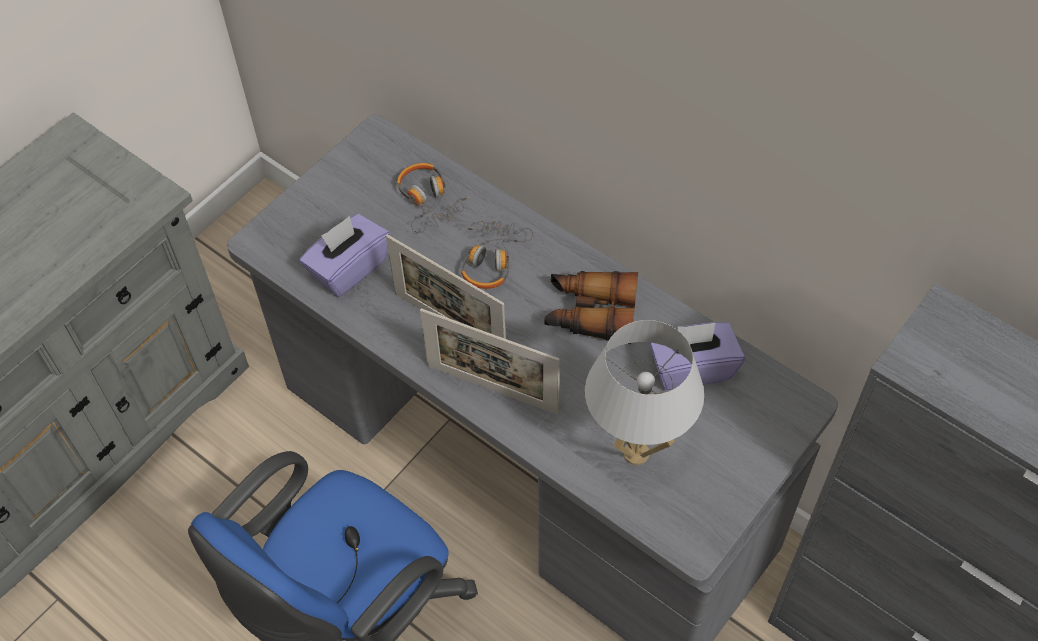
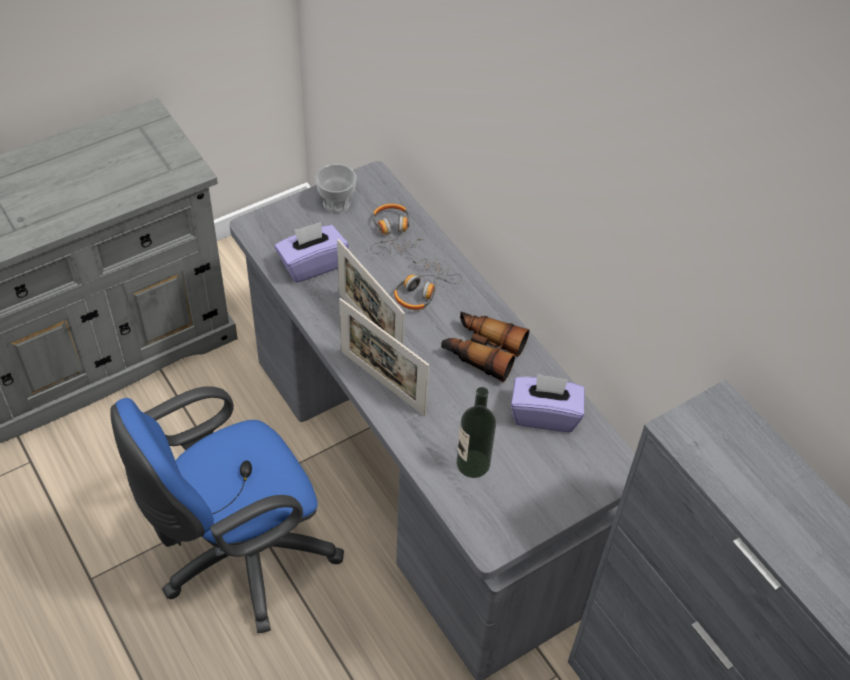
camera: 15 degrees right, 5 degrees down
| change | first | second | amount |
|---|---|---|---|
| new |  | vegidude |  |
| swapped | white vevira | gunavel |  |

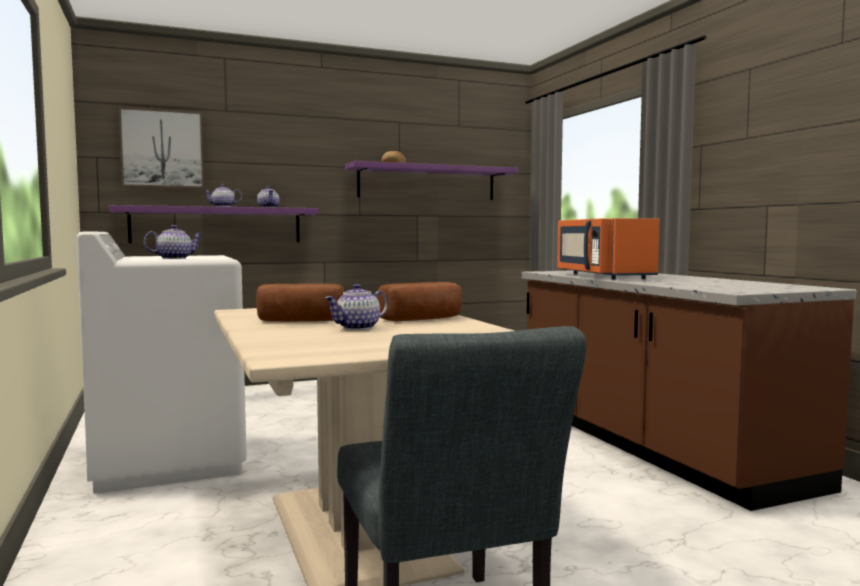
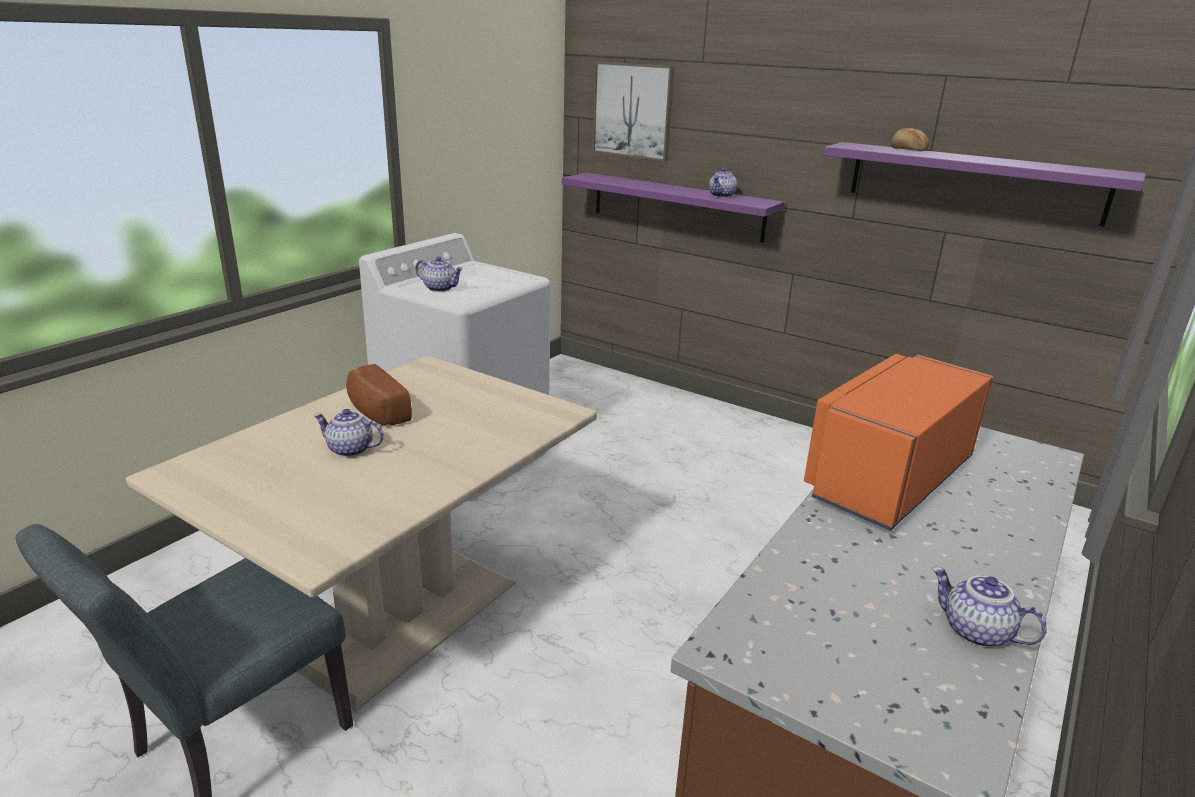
camera: 55 degrees right, 20 degrees up
| change | first | second | amount |
|---|---|---|---|
| gone | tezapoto (no. 3 from left) |  |  |
| shifted | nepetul (no. 2 from left in the first image) | nepetul (no. 4 from left) |  |

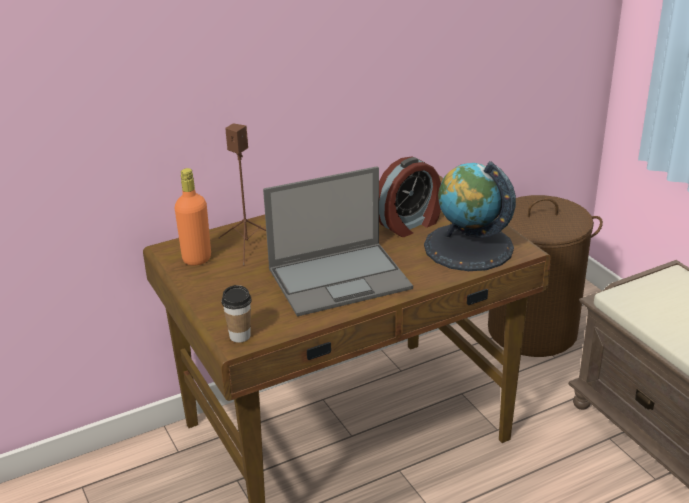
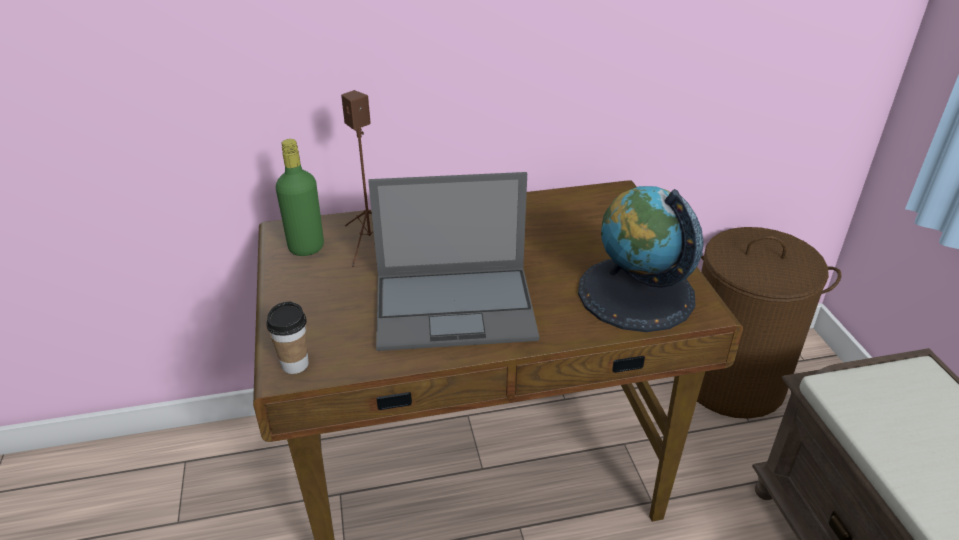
camera: 15 degrees right, 5 degrees up
| change | first | second | amount |
|---|---|---|---|
| gone | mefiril |  |  |
| repainted | orange gunavel | green gunavel |  |

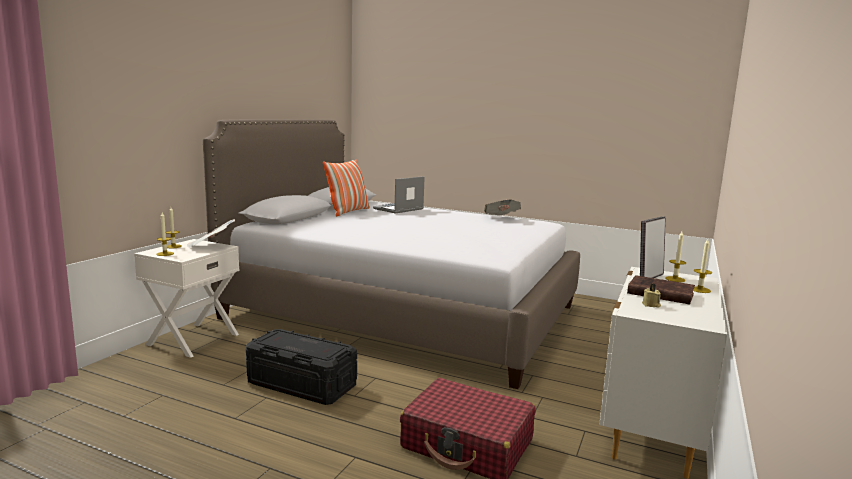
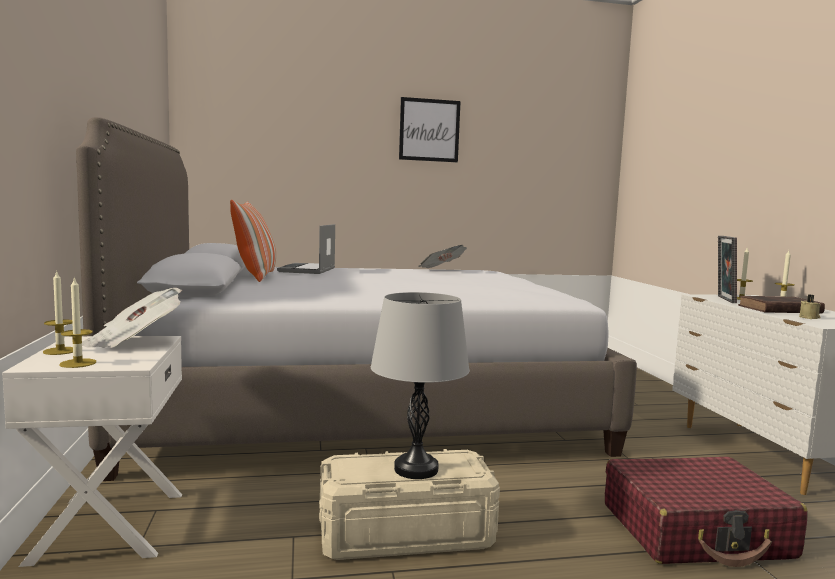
camera: 35 degrees left, 5 degrees down
| change | first | second | amount |
|---|---|---|---|
| new |  | grey vevira |  |
| new |  | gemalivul |  |
| repainted | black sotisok | beige sotisok |  |

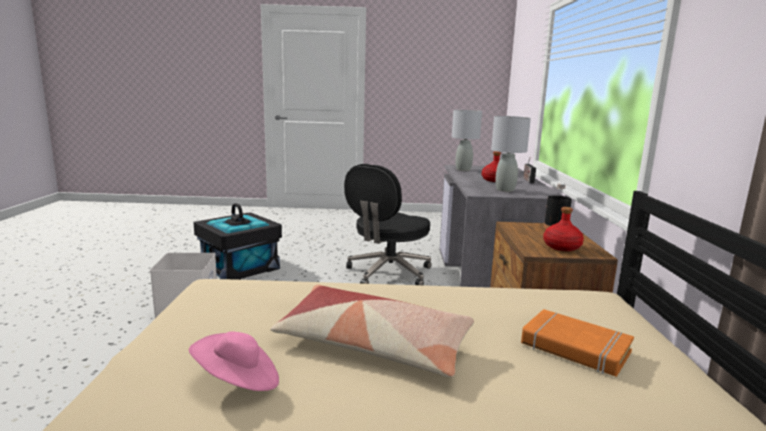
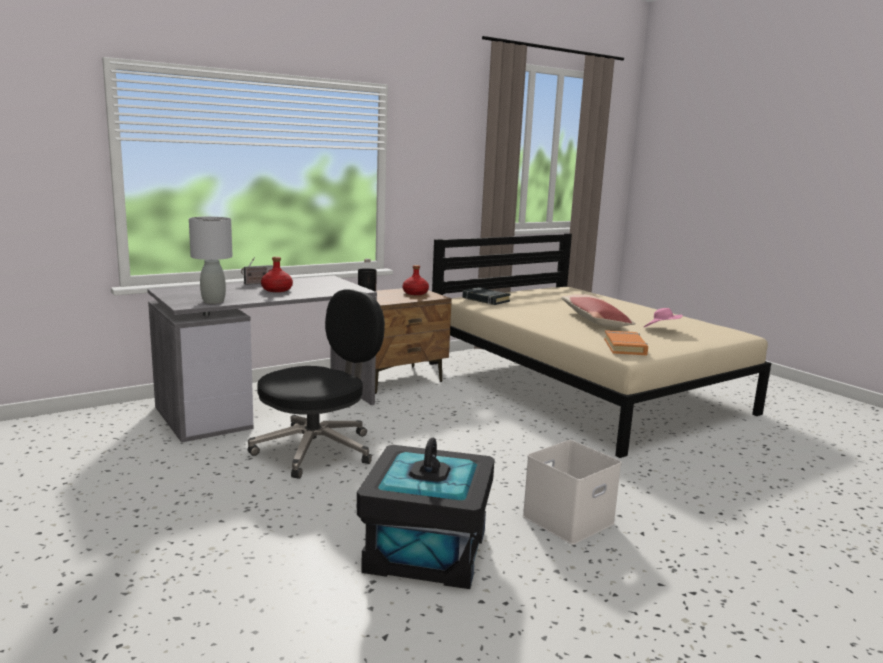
camera: 125 degrees left, 0 degrees up
| change | first | second | amount |
|---|---|---|---|
| gone | grey vevira (no. 2 from left) |  |  |
| new |  | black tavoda |  |
| shifted | orange tavoda |  |  |
| rotated | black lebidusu |  | 45 degrees counterclockwise |

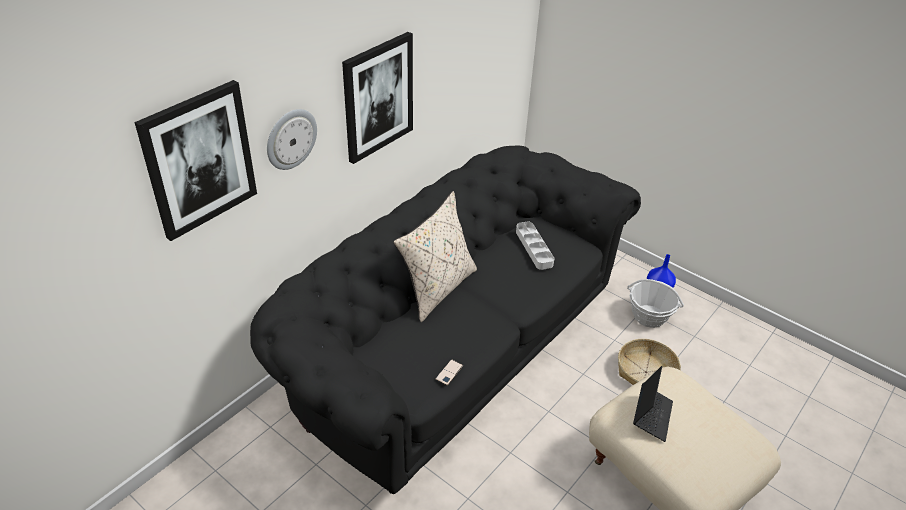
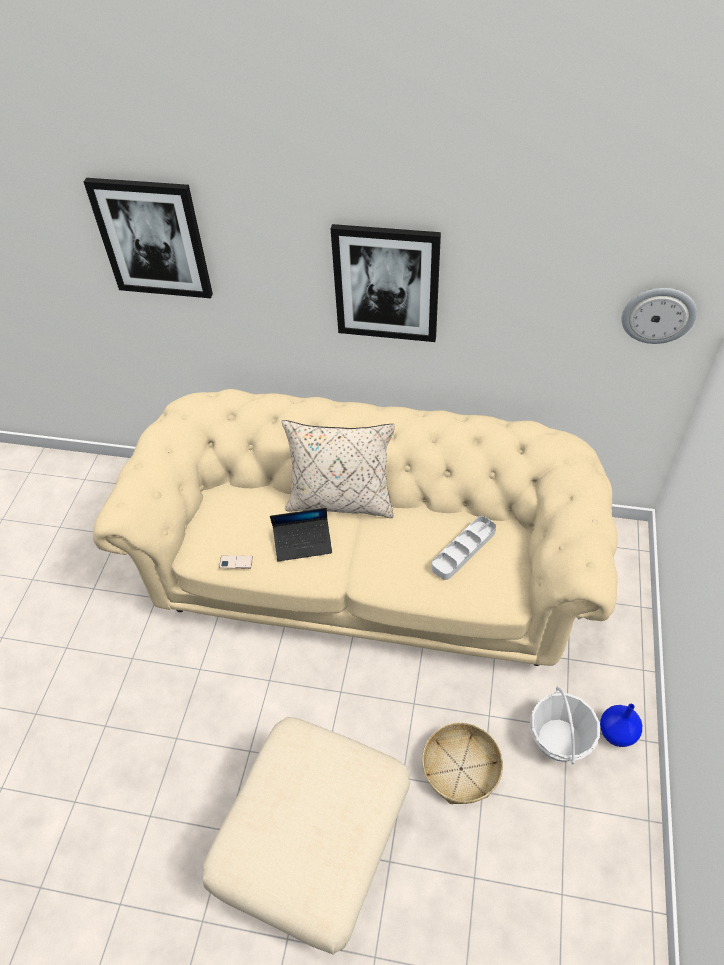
camera: 65 degrees right, 10 degrees up
| change | first | second | amount |
|---|---|---|---|
| shifted | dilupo |  |  |
| shifted | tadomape |  |  |
| repainted | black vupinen | beige vupinen |  |

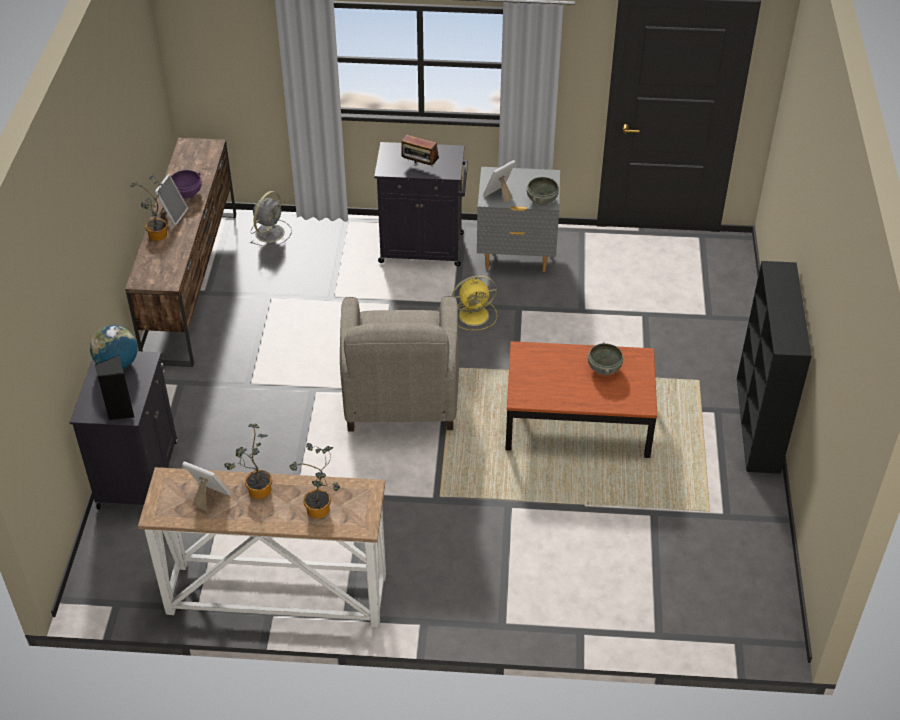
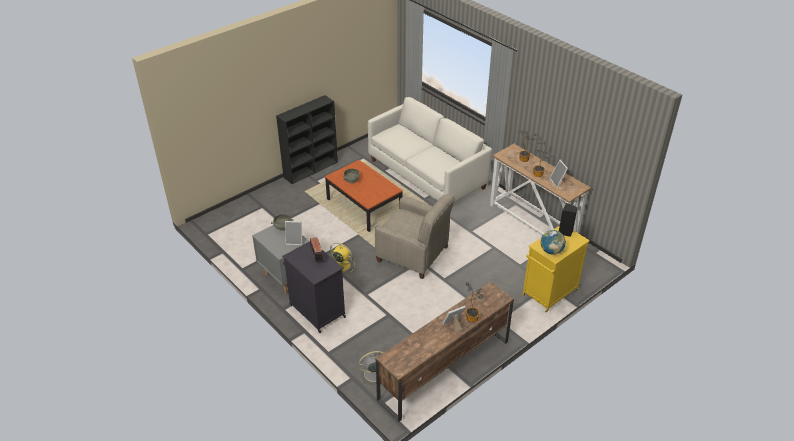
camera: 135 degrees left, 5 degrees down
| change | first | second | amount |
|---|---|---|---|
| gone | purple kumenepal |  |  |
| new |  | white vupinen |  |
| repainted | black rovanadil (no. 1 from left) | yellow rovanadil |  |
| rotated | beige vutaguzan |  | 75 degrees clockwise |

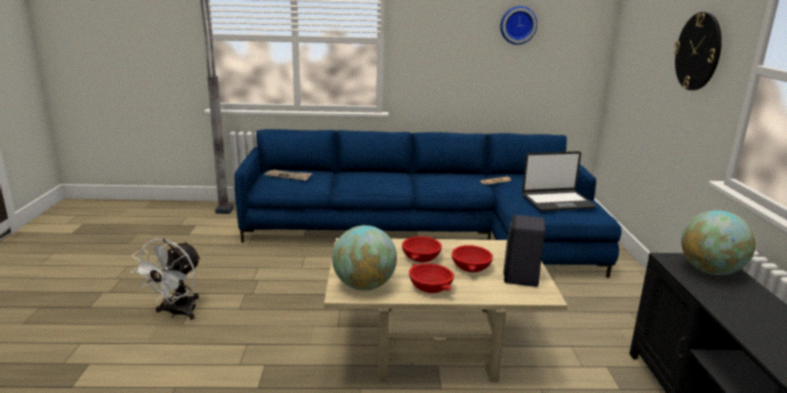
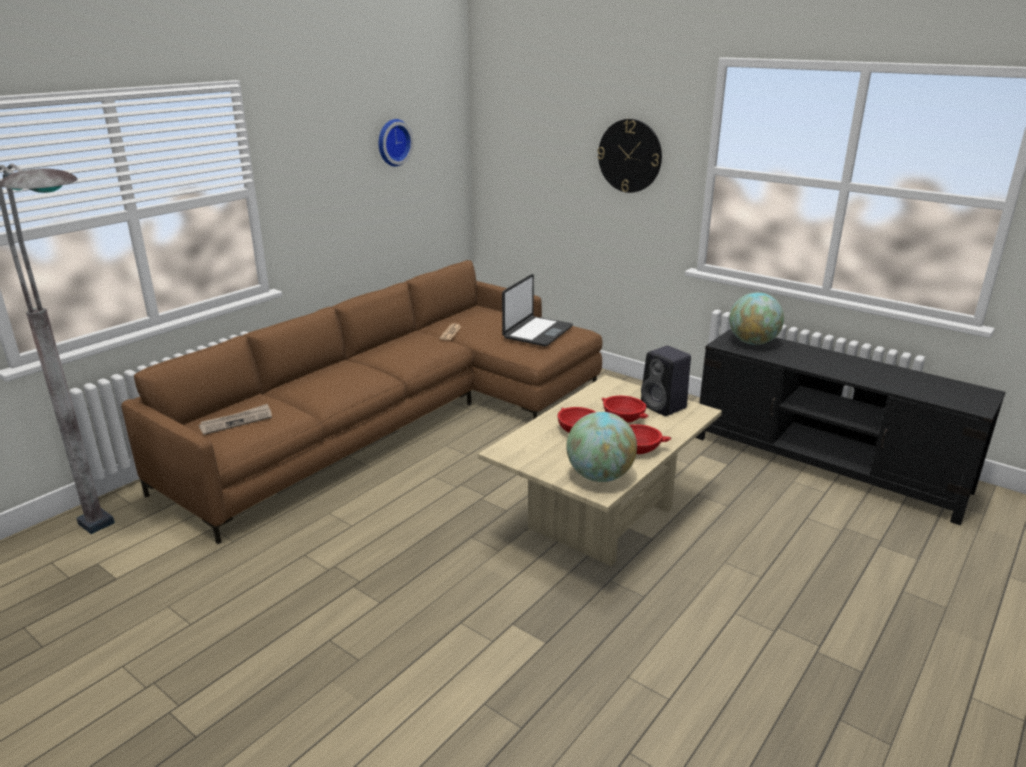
camera: 50 degrees left, 5 degrees up
| change | first | second | amount |
|---|---|---|---|
| gone | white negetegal |  |  |
| repainted | blue vupinen | brown vupinen |  |

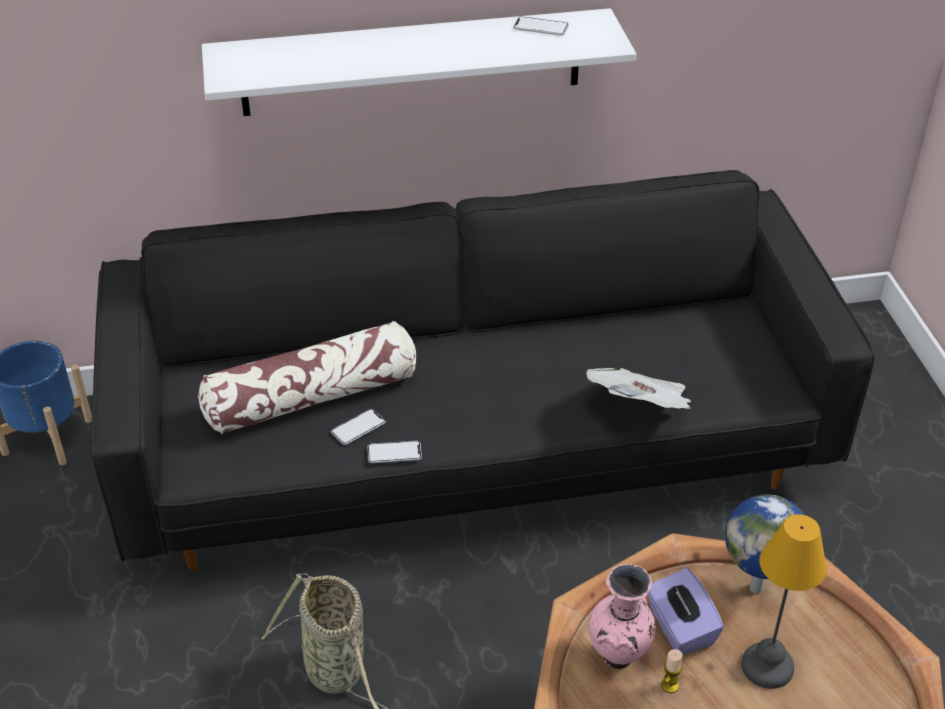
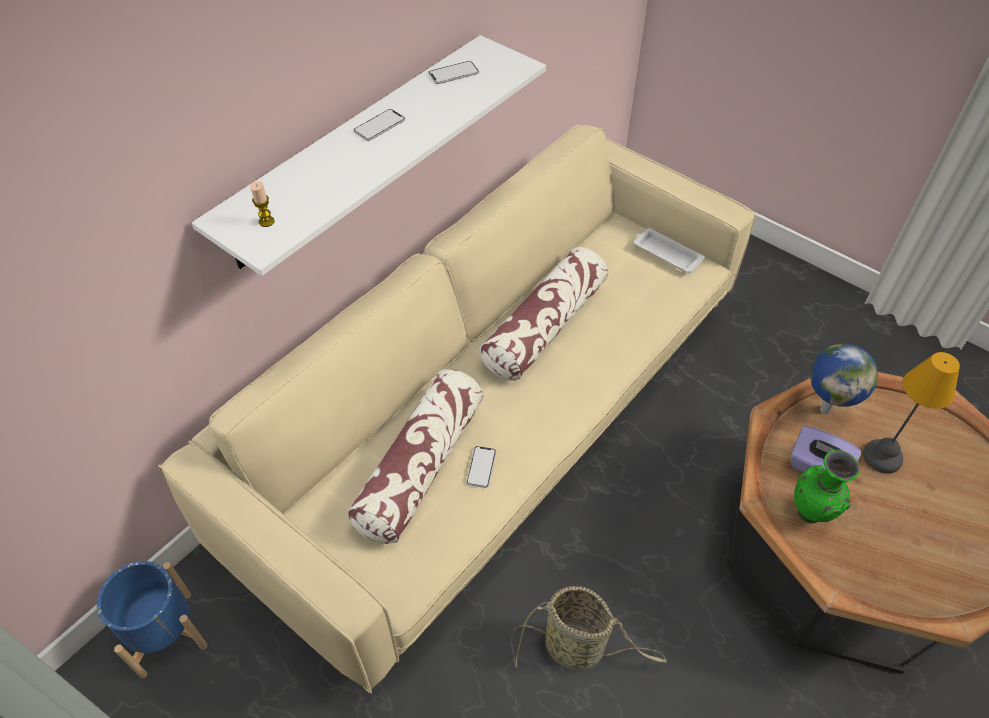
camera: 40 degrees left, 10 degrees up
| change | first | second | amount |
|---|---|---|---|
| gone | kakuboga |  |  |
| new |  | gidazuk (no. 2 from left) |  |
| new |  | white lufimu |  |
| shifted | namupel (no. 2 from left in the first image) | namupel (no. 1 from left) |  |
| shifted | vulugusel |  |  |
| repainted | black vupinen | beige vupinen |  |
| repainted | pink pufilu | green pufilu |  |

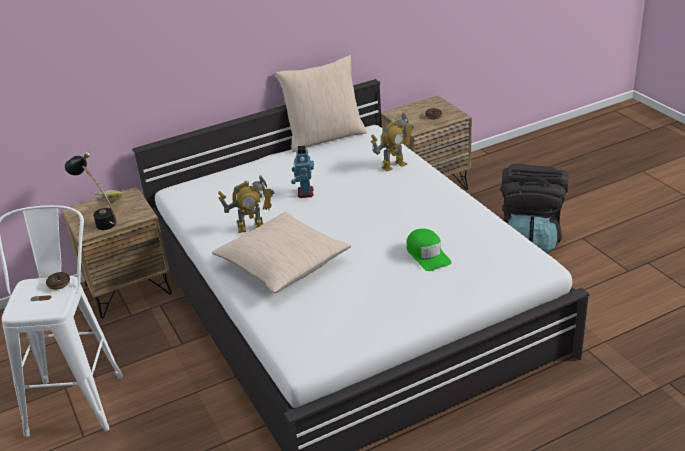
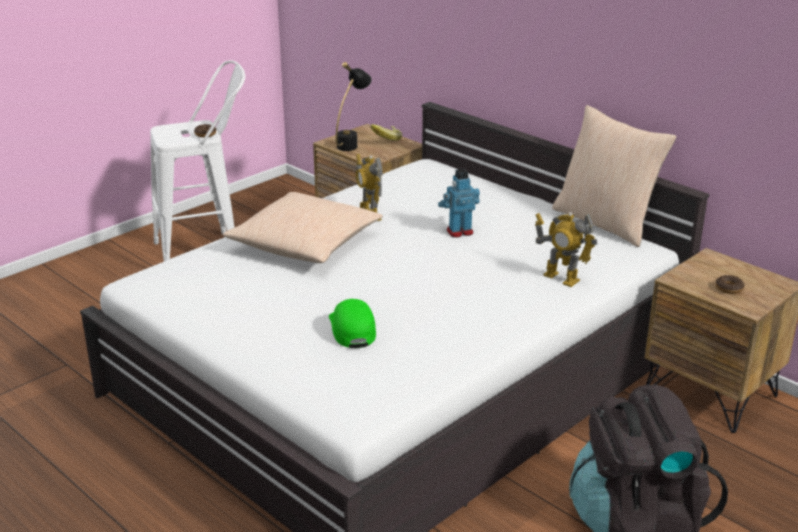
camera: 70 degrees right, 5 degrees down
| change | first | second | amount |
|---|---|---|---|
| rotated | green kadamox |  | 120 degrees clockwise |

